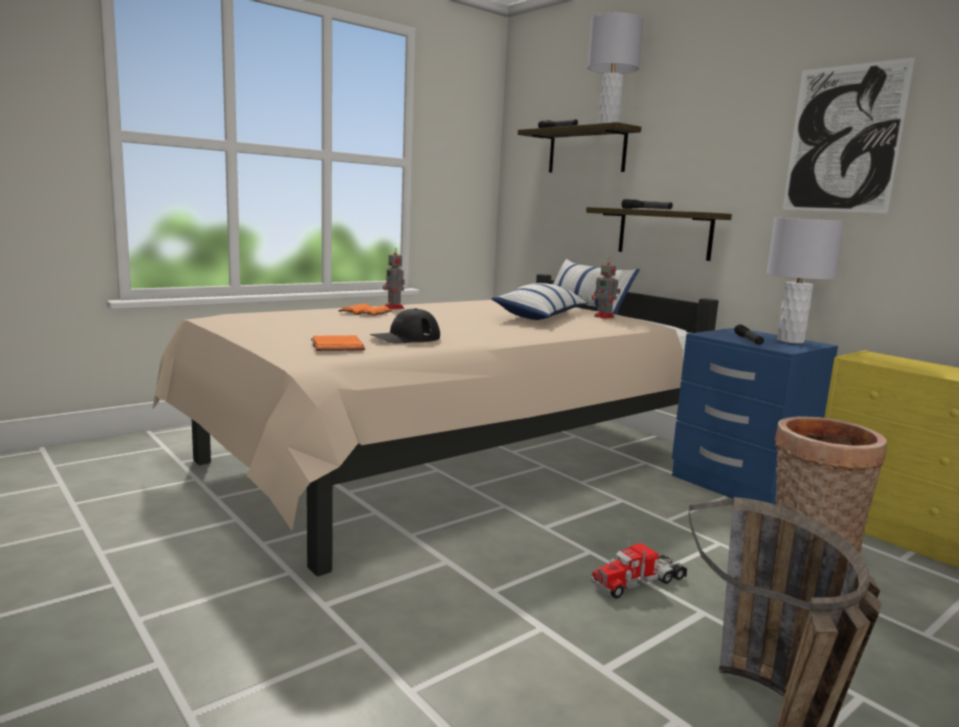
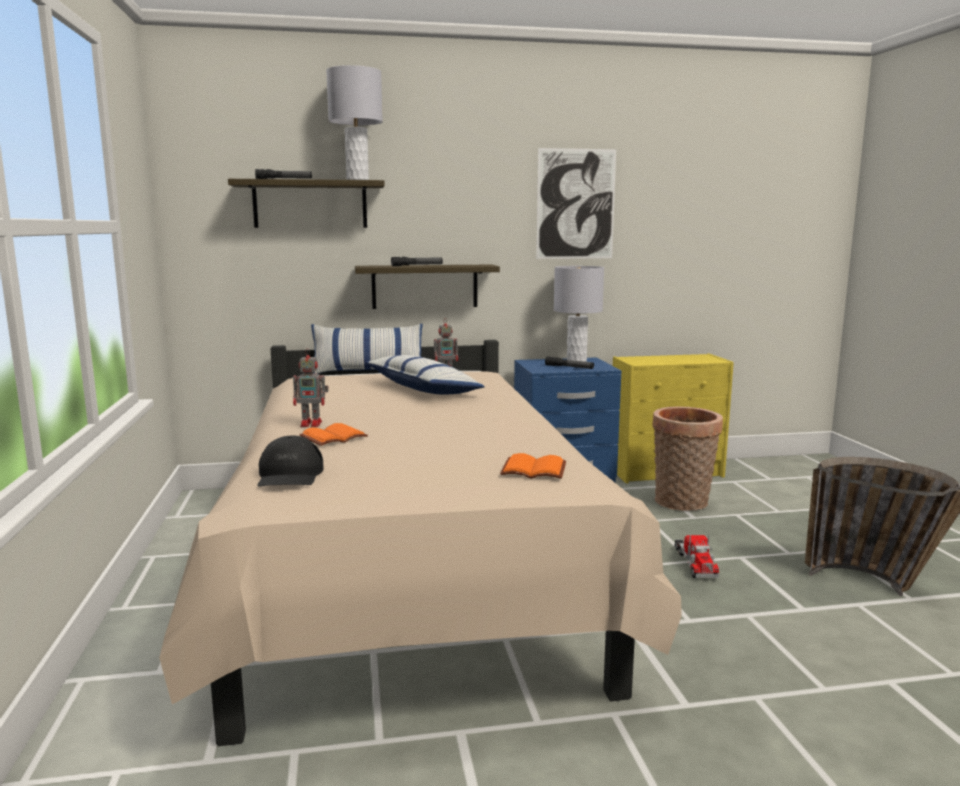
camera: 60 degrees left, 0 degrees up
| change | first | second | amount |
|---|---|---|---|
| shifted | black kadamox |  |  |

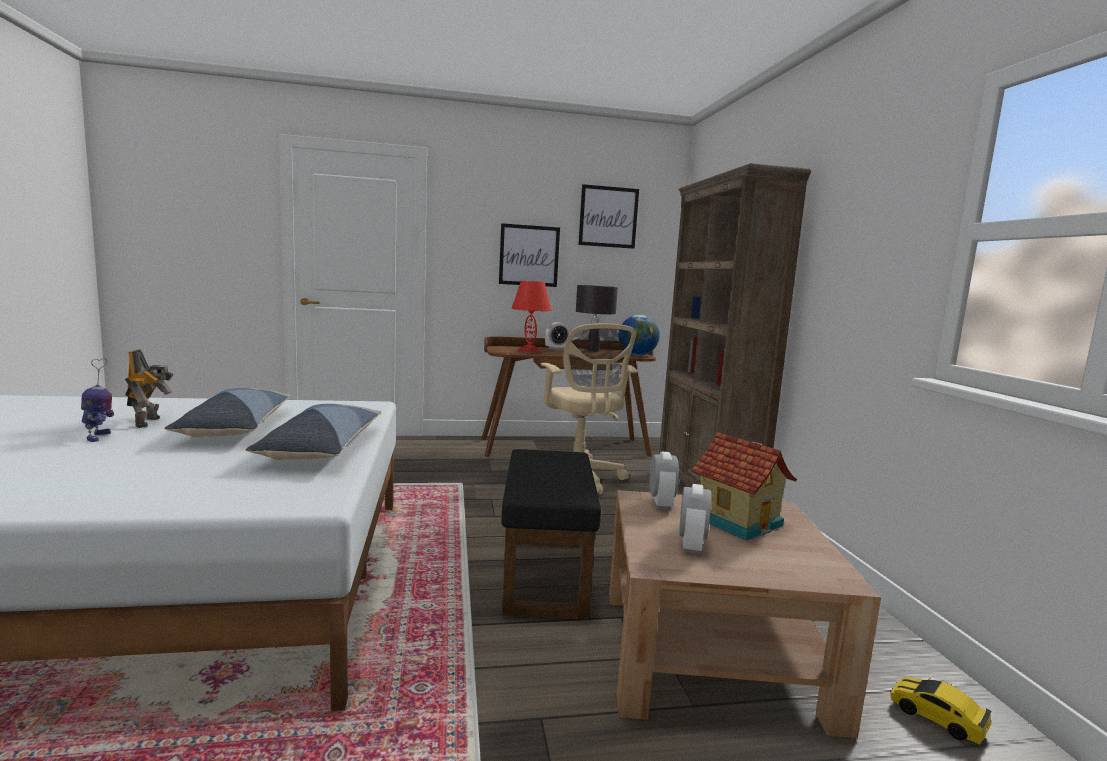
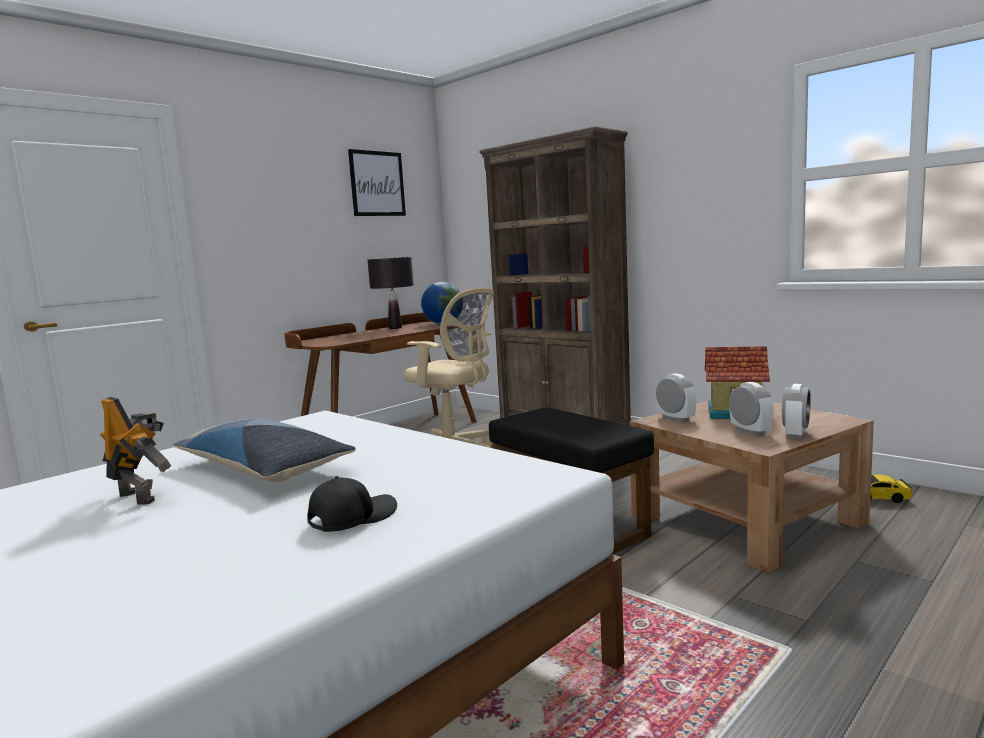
camera: 35 degrees left, 0 degrees up
| change | first | second | amount |
|---|---|---|---|
| gone | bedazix (no. 1 from left) |  |  |
| gone | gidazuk (no. 2 from left) |  |  |
| gone | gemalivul (no. 1 from left) |  |  |
| gone | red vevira |  |  |
| new |  | black kadamox |  |
| shifted | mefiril (no. 1 from left in the first image) | mefiril (no. 3 from left) |  |

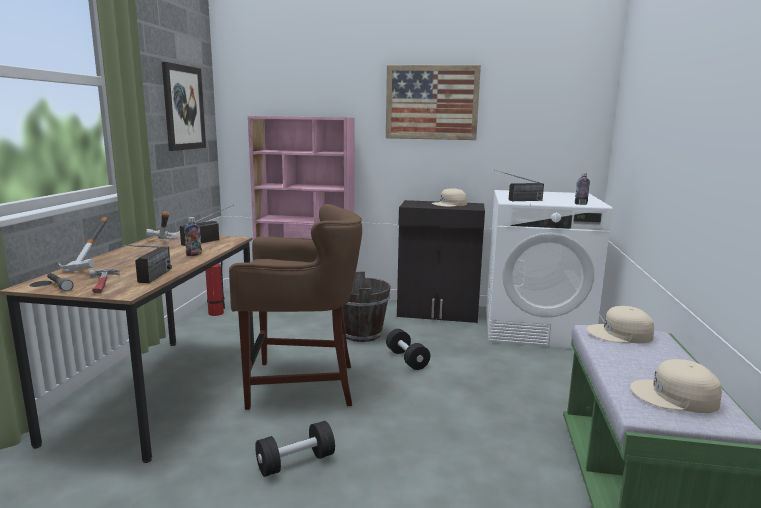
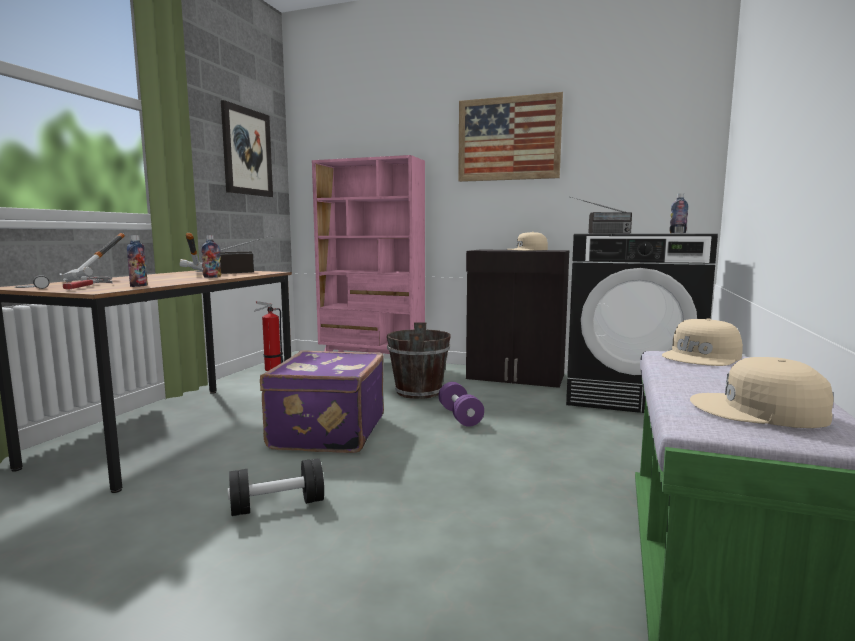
camera: 10 degrees right, 5 degrees down
| change | first | second | amount |
|---|---|---|---|
| swapped | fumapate (no. 1 from left) | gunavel (no. 1 from left) |  |
| swapped | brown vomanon | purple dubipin |  |
| repainted | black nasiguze (no. 2 from left) | purple nasiguze |  |
| repainted | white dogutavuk | black dogutavuk |  |
| rotated | beige kadamox (no. 2 from left) |  | 60 degrees counterclockwise |

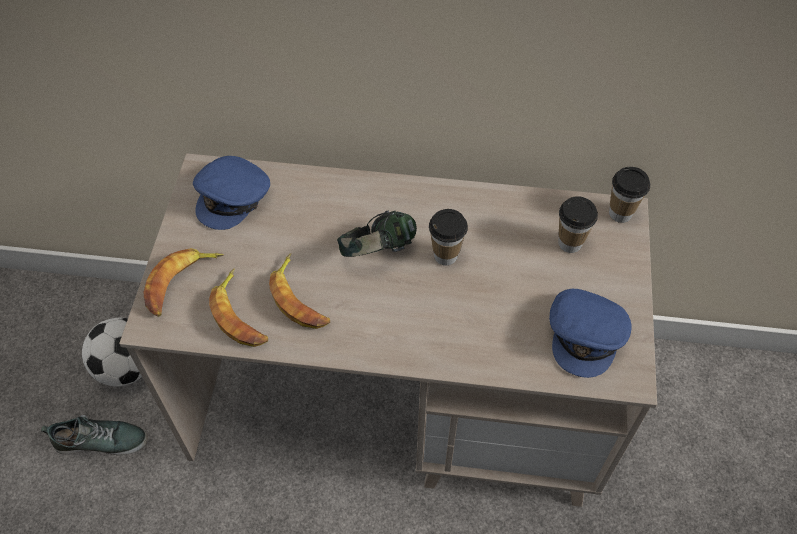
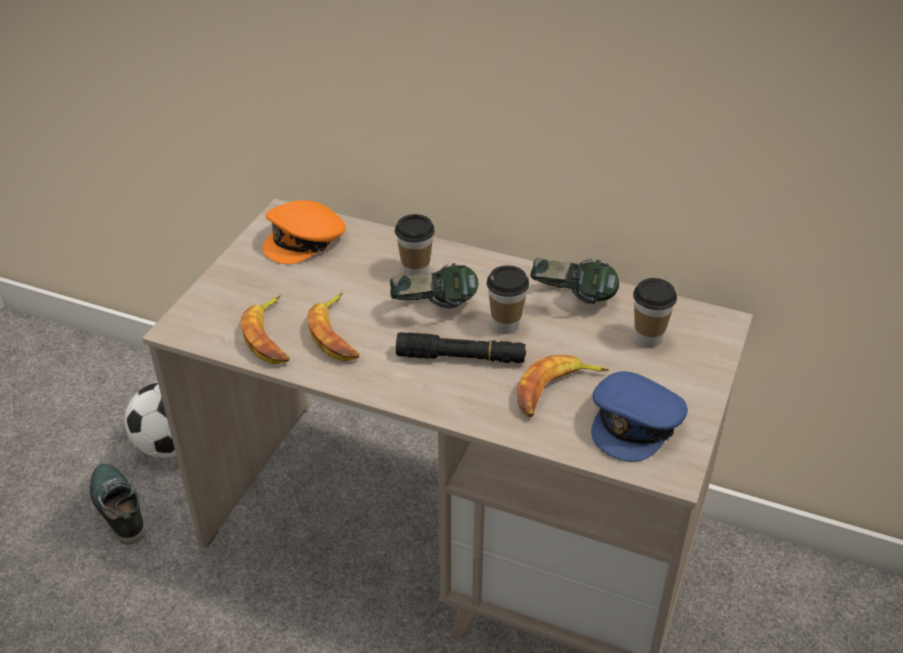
camera: 15 degrees right, 15 degrees down
| change | first | second | amount |
|---|---|---|---|
| new |  | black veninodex |  |
| new |  | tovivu (no. 2 from left) |  |
| shifted | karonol (no. 1 from left in the first image) | karonol (no. 3 from left) |  |
| shifted | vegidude (no. 3 from left in the first image) | vegidude (no. 1 from left) |  |
| repainted | blue kadamox (no. 1 from left) | orange kadamox |  |
| rotated | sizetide |  | 135 degrees counterclockwise |

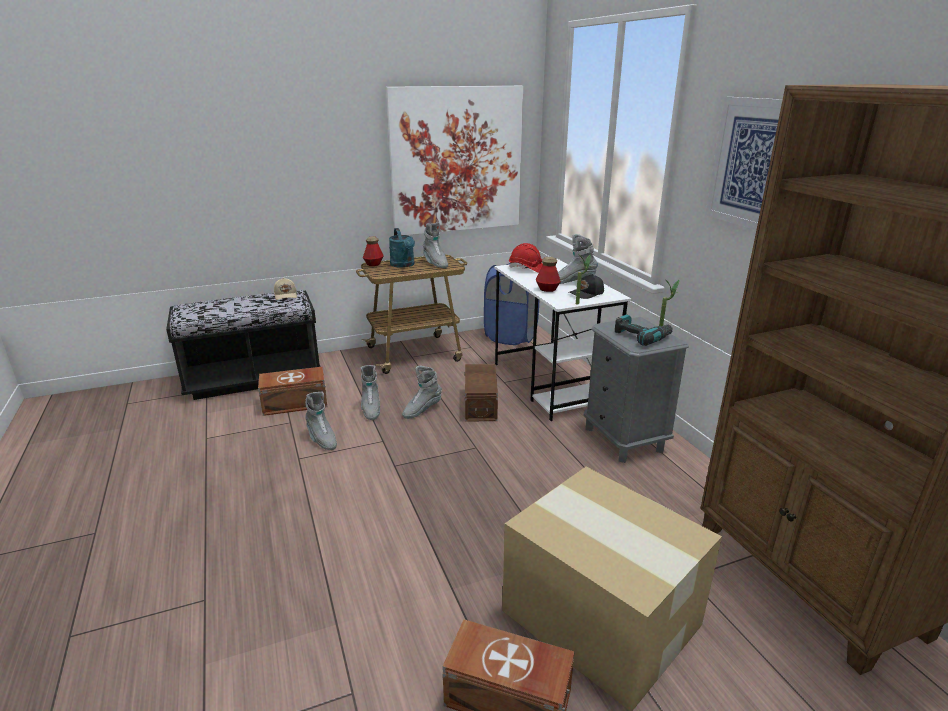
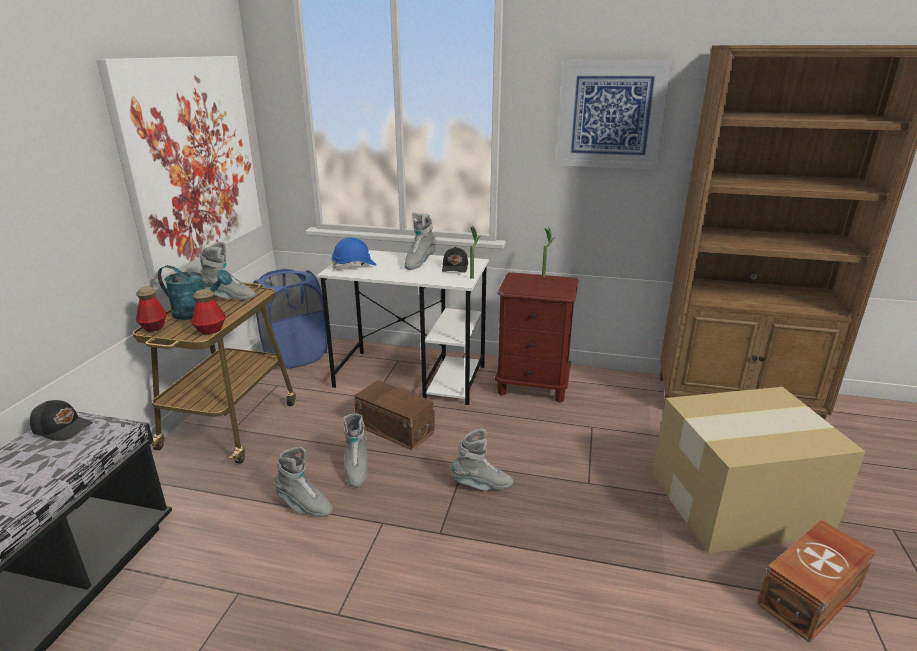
camera: 55 degrees left, 0 degrees up
| change | first | second | amount |
|---|---|---|---|
| gone | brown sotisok (no. 1 from left) |  |  |
| gone | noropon |  |  |
| shifted | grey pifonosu (no. 1 from left in the first image) | grey pifonosu (no. 5 from left) |  |
| shifted | gunavel (no. 2 from left) |  |  |
| repainted | beige kadamox | black kadamox (no. 1 from left) |  |
| repainted | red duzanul | blue duzanul |  |
| repainted | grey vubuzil | brown vubuzil |  |

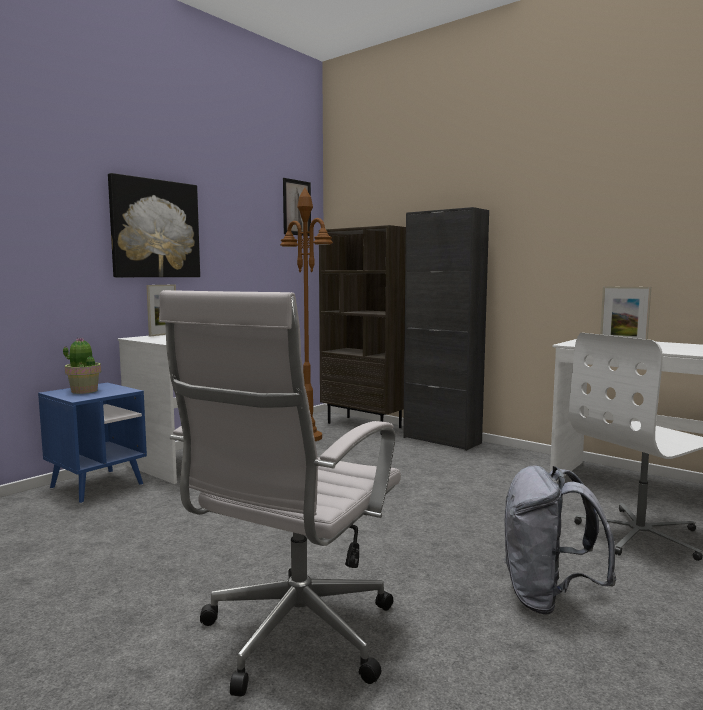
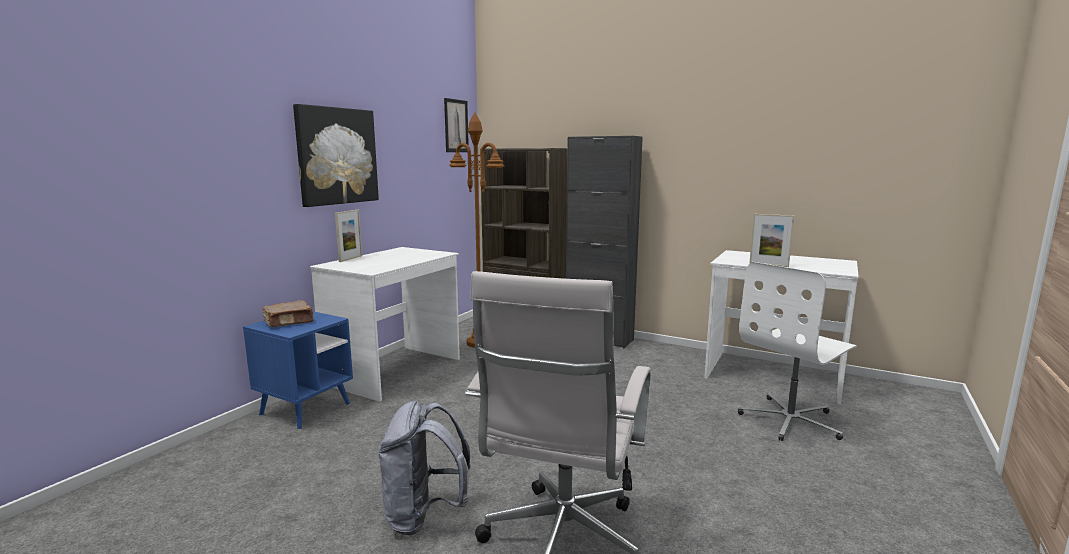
camera: 10 degrees left, 5 degrees up
| change | first | second | amount |
|---|---|---|---|
| shifted | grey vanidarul |  |  |
| swapped | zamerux | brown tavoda |  |

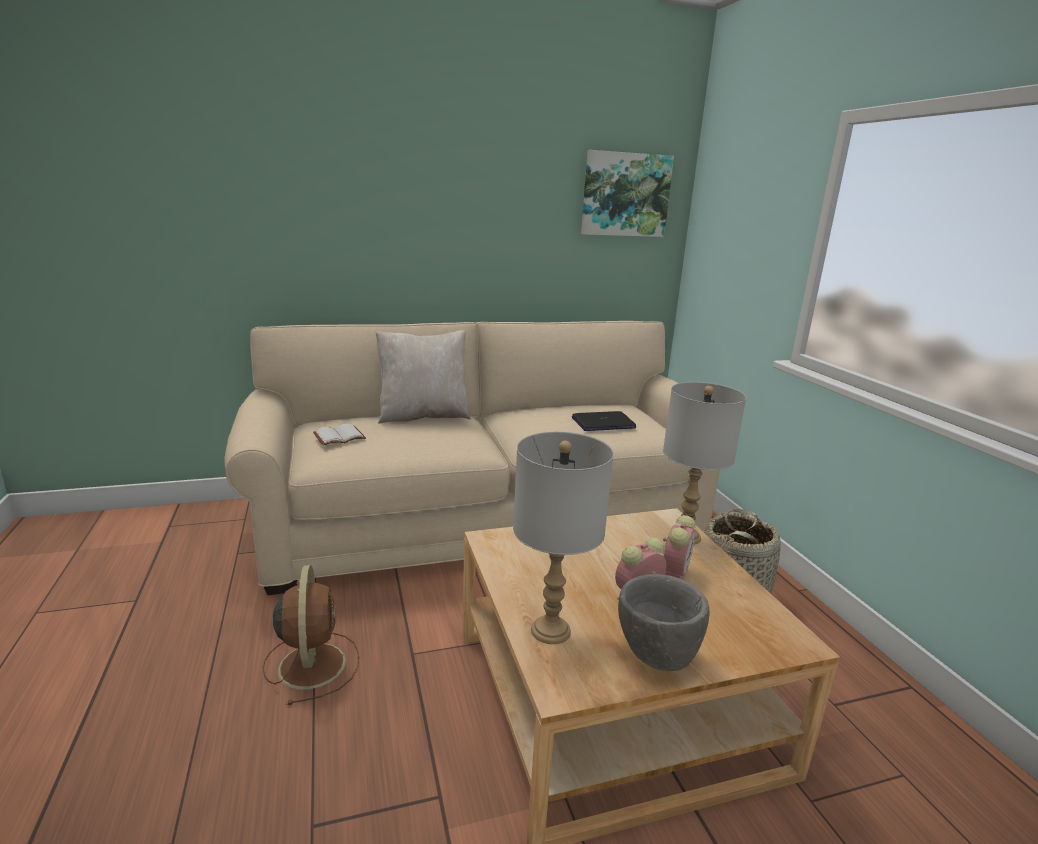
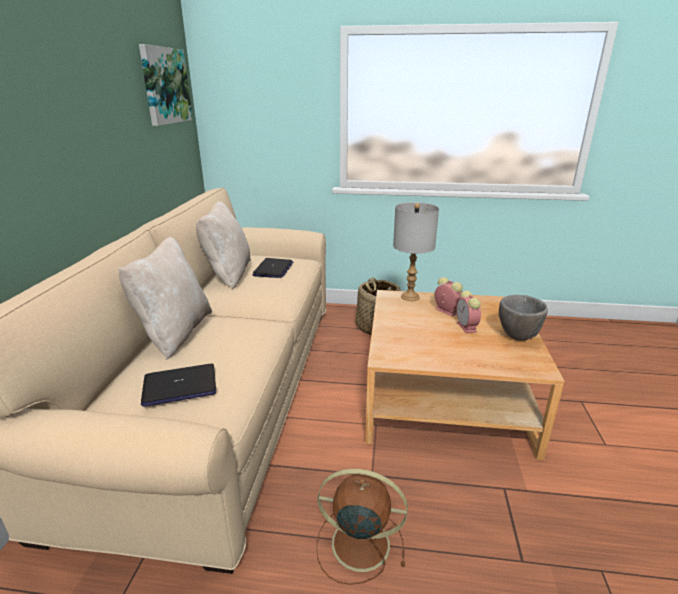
camera: 65 degrees left, 5 degrees up
| change | first | second | amount |
|---|---|---|---|
| gone | grey vevira (no. 1 from left) |  |  |
| new |  | beige gidazuk (no. 2 from left) |  |
| swapped | white tavoda | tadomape (no. 1 from left) |  |

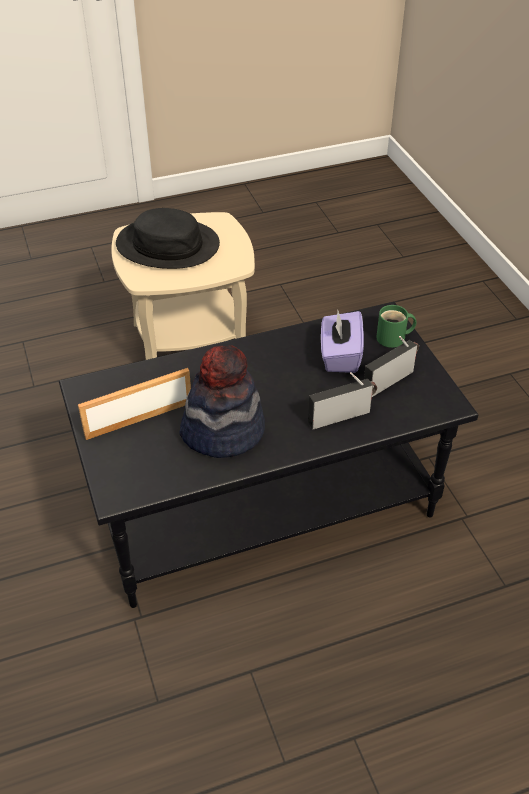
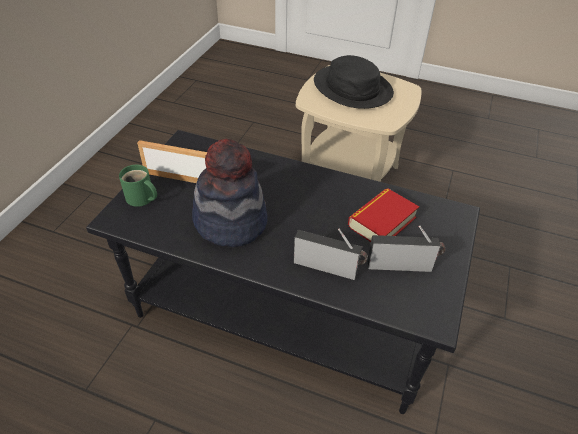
camera: 40 degrees right, 0 degrees up
| change | first | second | amount |
|---|---|---|---|
| shifted | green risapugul |  |  |
| swapped | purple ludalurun | tavoda |  |

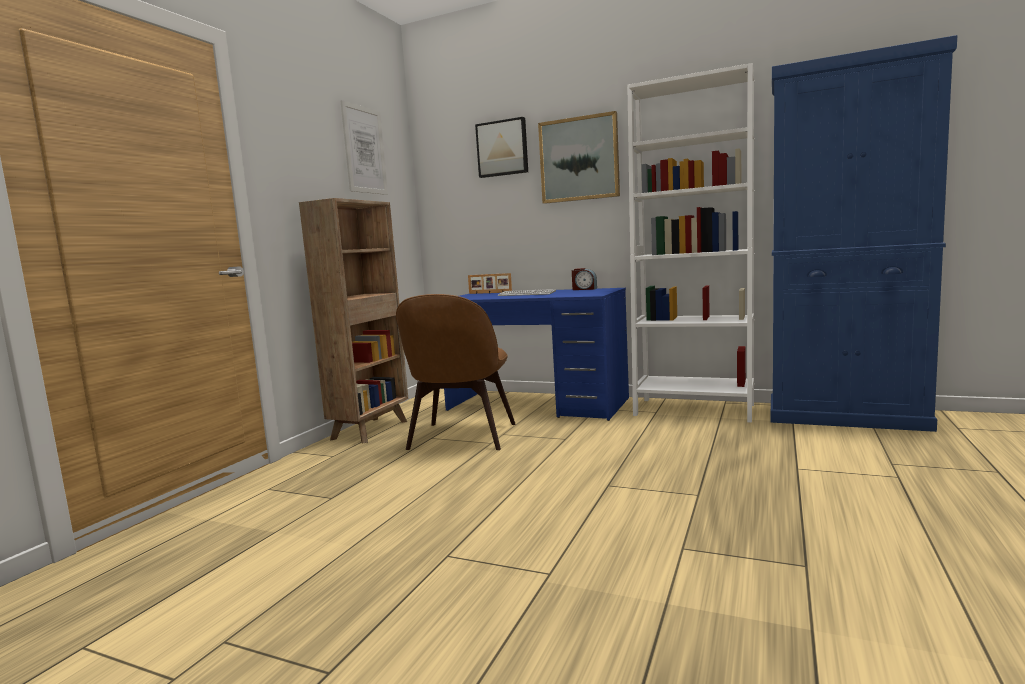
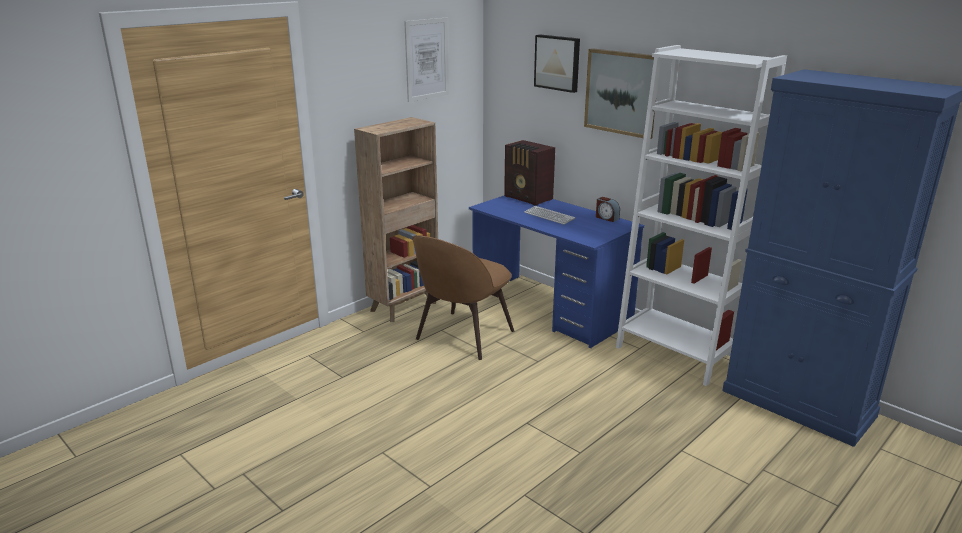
camera: 20 degrees right, 15 degrees up
| change | first | second | amount |
|---|---|---|---|
| swapped | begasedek | fumapate |  |

